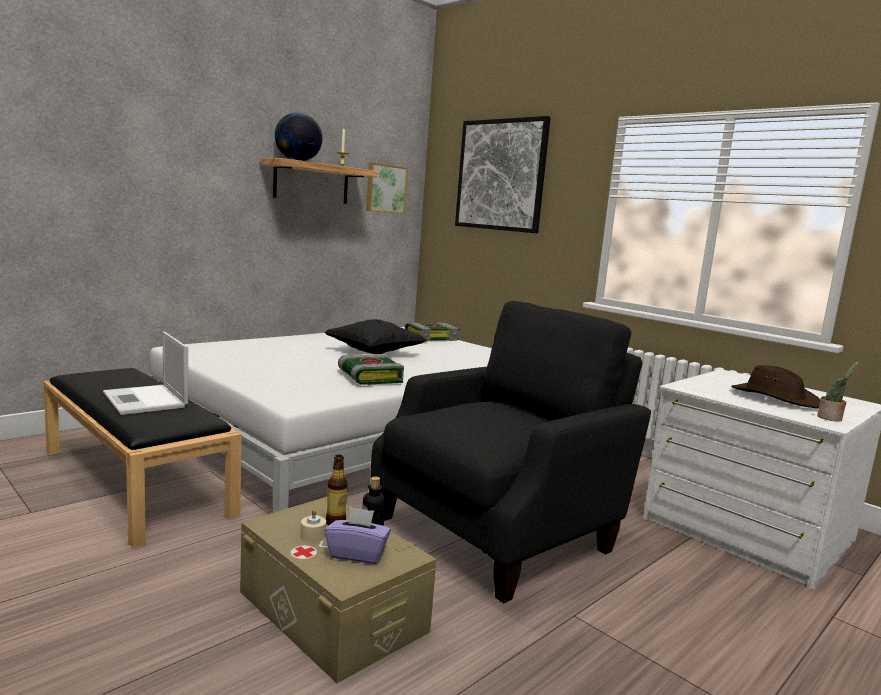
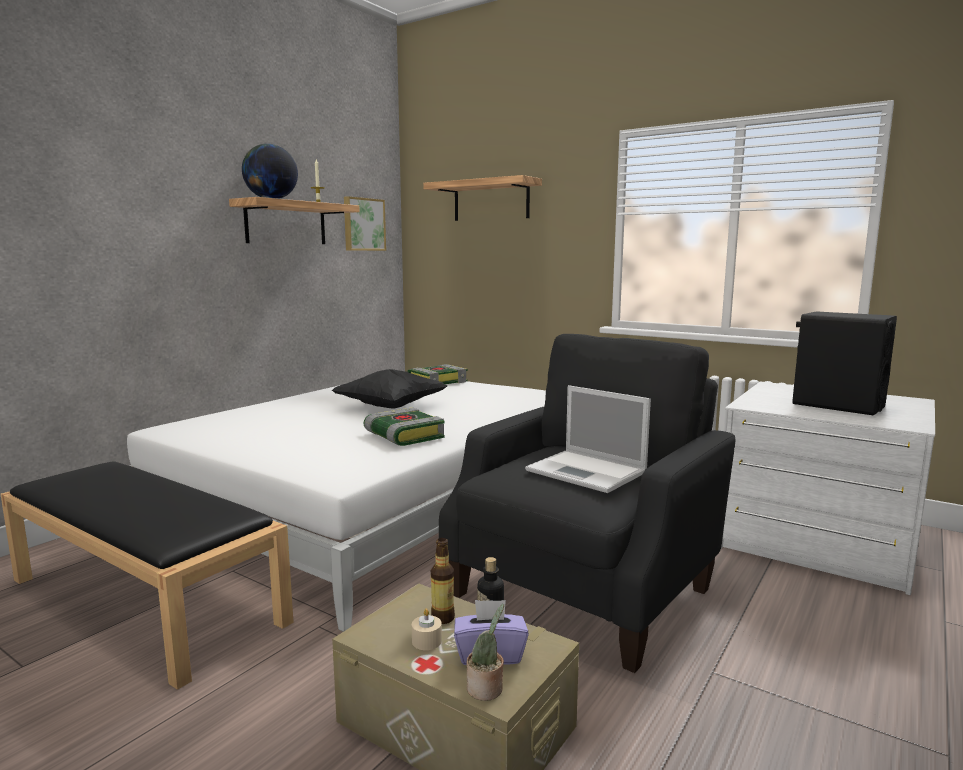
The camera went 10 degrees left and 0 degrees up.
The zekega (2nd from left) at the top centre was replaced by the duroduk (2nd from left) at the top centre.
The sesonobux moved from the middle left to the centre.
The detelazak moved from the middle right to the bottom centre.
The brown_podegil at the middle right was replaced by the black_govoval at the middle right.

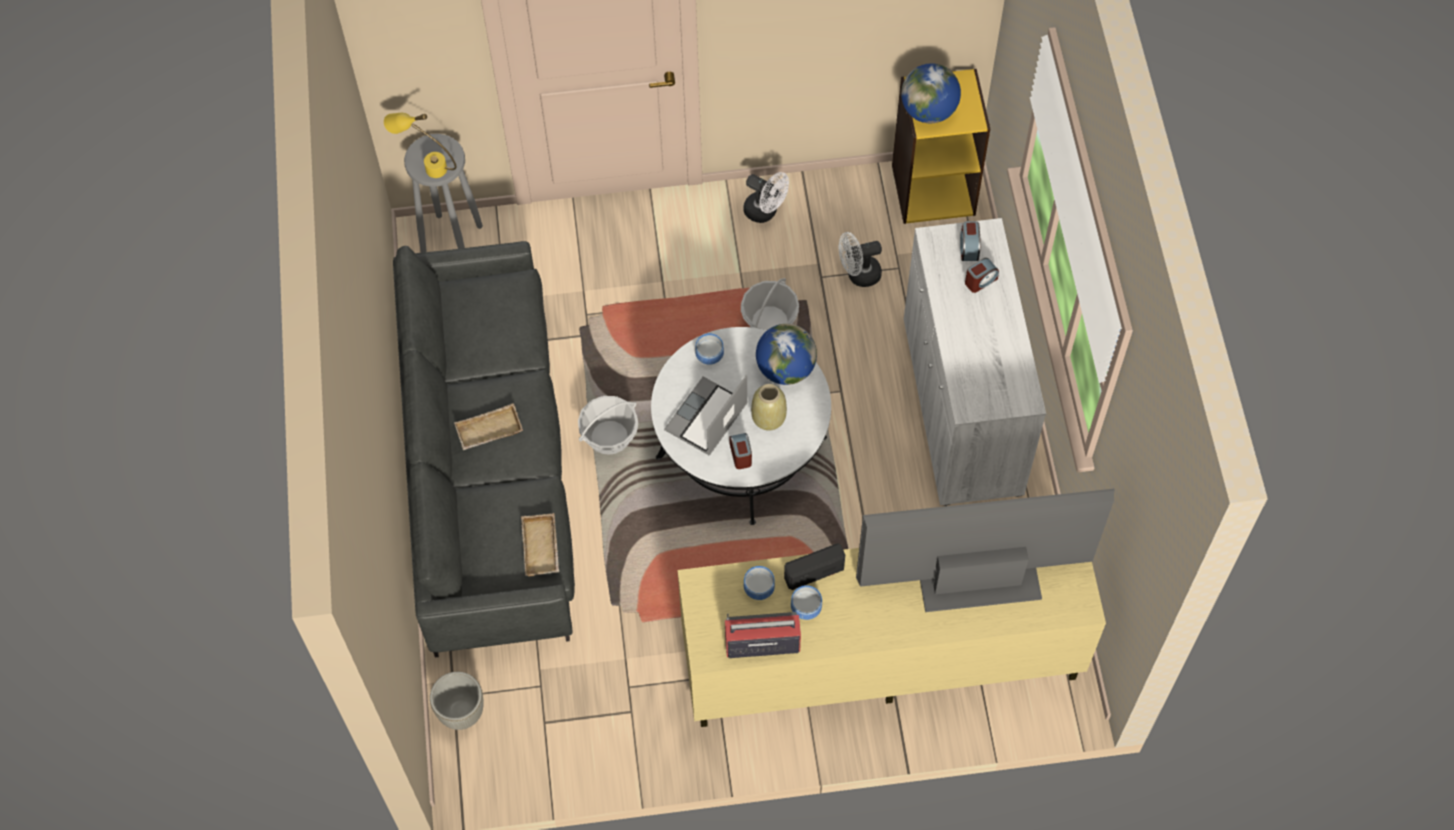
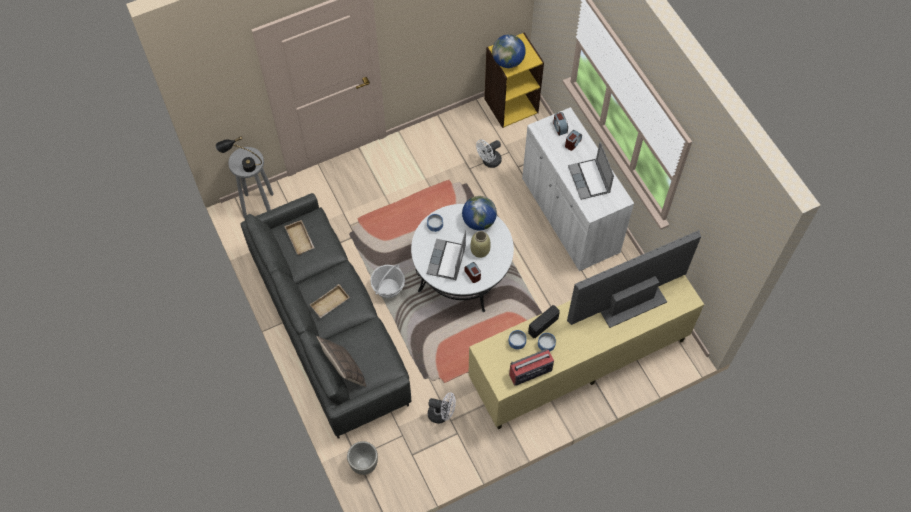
The camera went 20 degrees left and 0 degrees up.
The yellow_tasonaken at the top left became the black_tasonaken at the top left.
The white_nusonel (1st from left) moved from the top centre to the bottom centre.
The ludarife (2nd from left) at the centre disappeared.
The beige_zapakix (2nd from left in the first image) moved from the centre to the middle left.
The sesonobux (2nd from left) at the centre appeared.
The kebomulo at the bottom centre appeared.

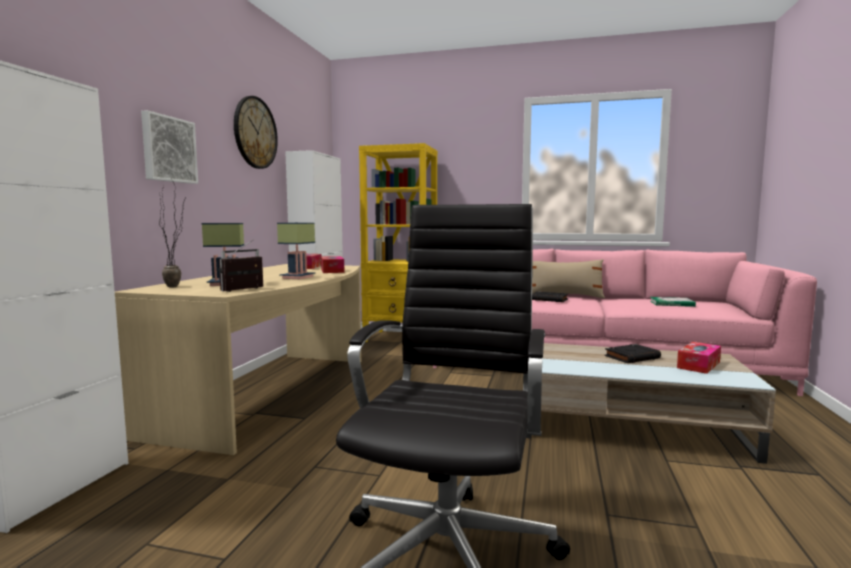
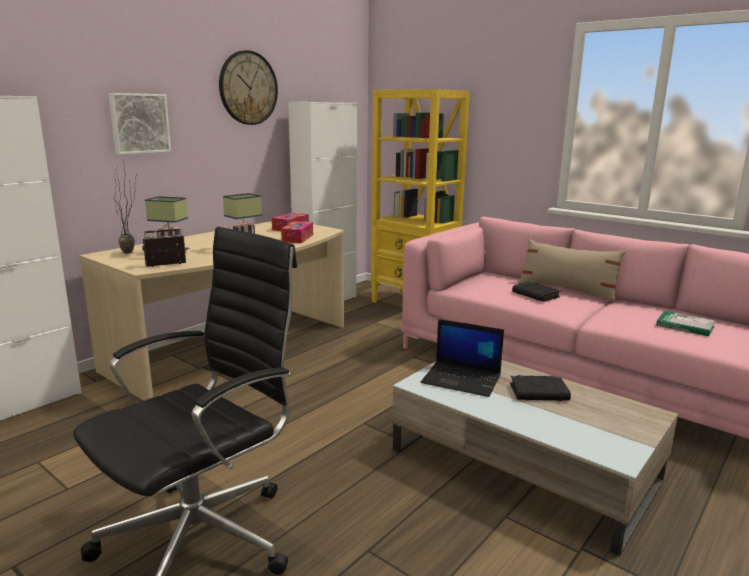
The camera went 25 degrees right and 10 degrees up.
The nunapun (3rd from left) at the middle right disappeared.
The sesonobux at the centre appeared.

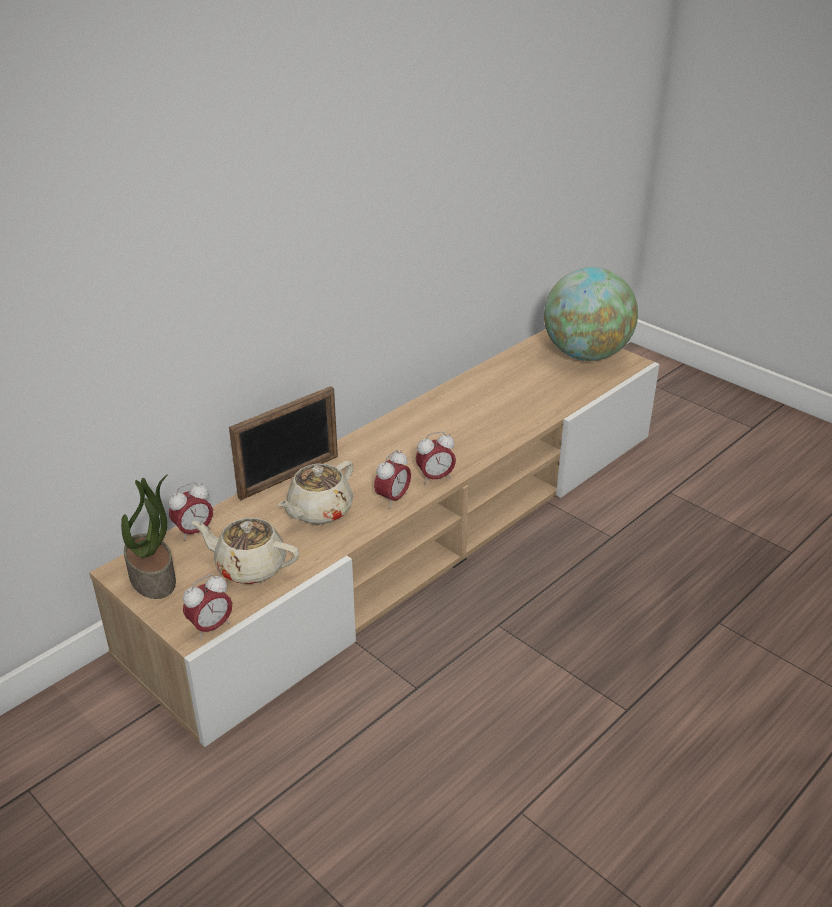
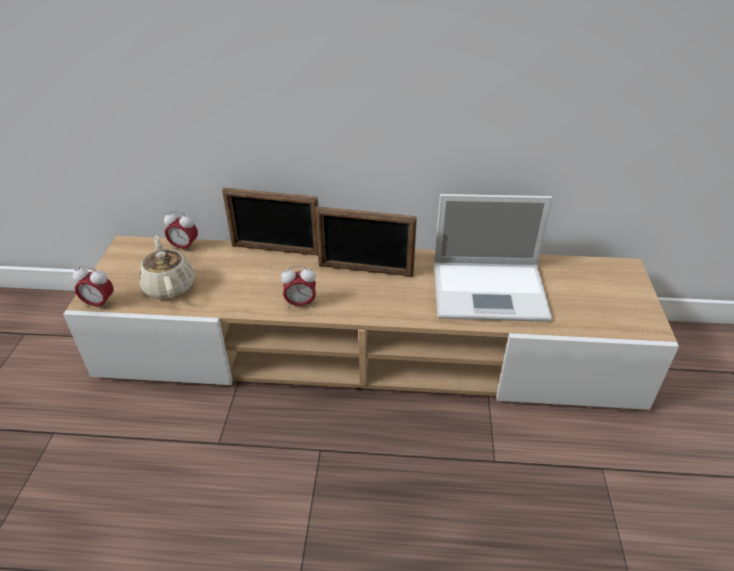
The camera went 50 degrees right and 5 degrees up.
The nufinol at the middle right disappeared.
The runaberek (4th from left) at the centre disappeared.
The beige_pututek (2nd from left) at the centre disappeared.
The detelazak at the middle left disappeared.
The sesonobux at the middle right appeared.
The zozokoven (2nd from left) at the centre appeared.

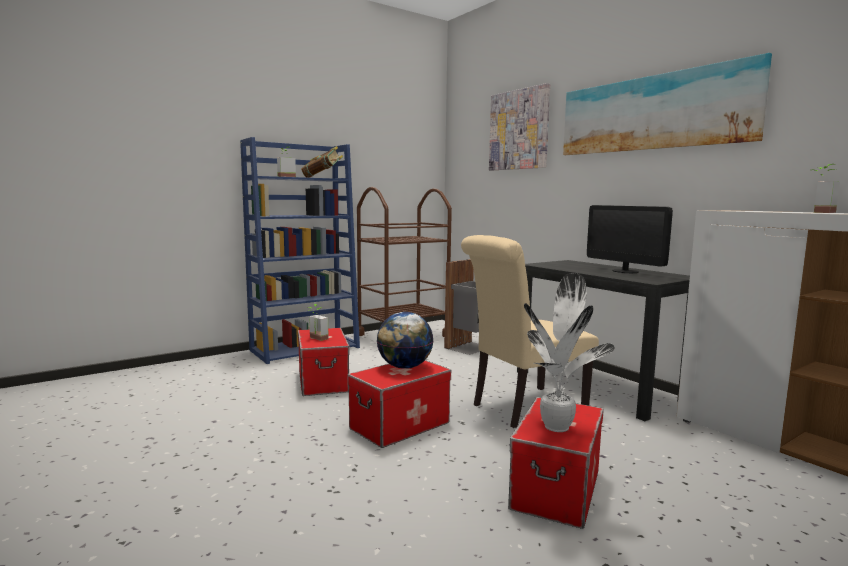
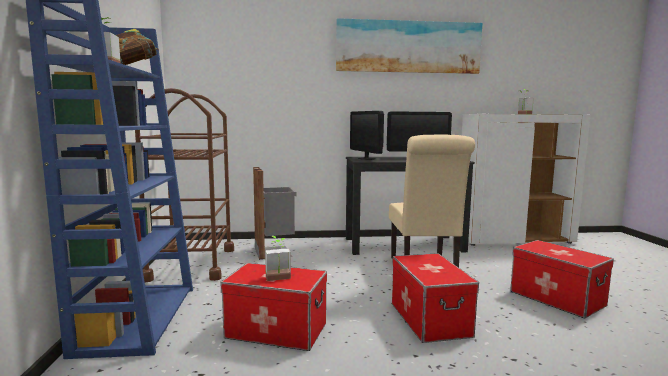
The camera went 60 degrees left and 0 degrees up.
The zekega (1st from left) at the top centre disappeared.
The detelazak (3rd from left) at the middle right disappeared.
The nufinol at the centre disappeared.
The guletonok (1st from left) at the centre appeared.

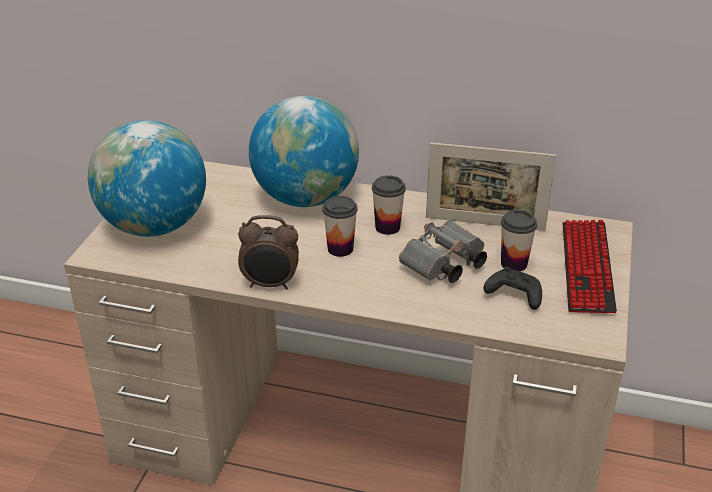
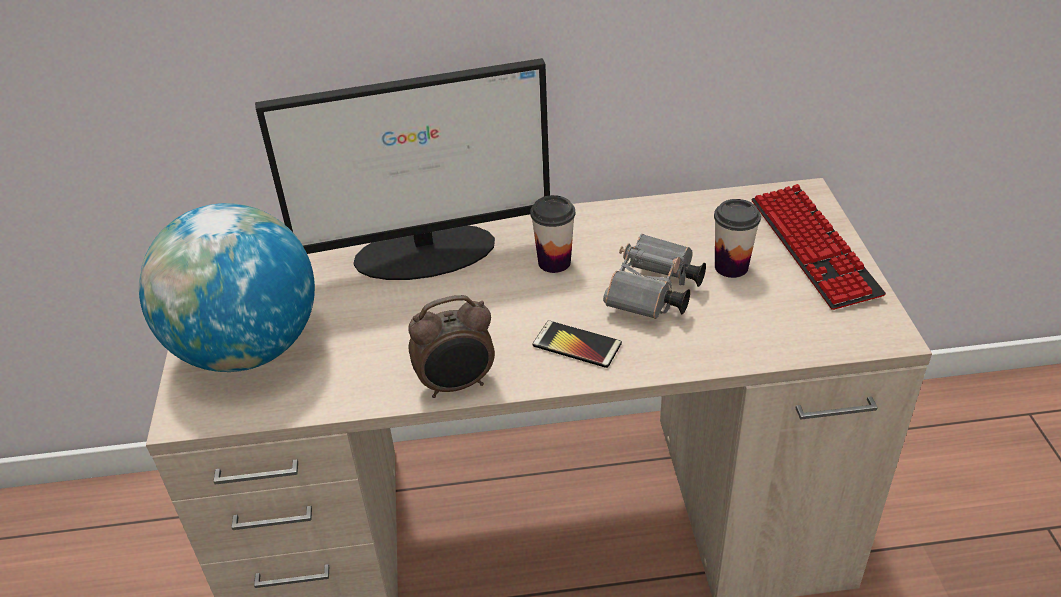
The camera went 20 degrees left and 5 degrees up.
The nufinol (2nd from left) at the top centre was replaced by the guletonok at the top centre.
The zozokoven at the middle right disappeared.
The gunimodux (1st from left) at the centre disappeared.
The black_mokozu at the middle right disappeared.
The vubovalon at the centre appeared.

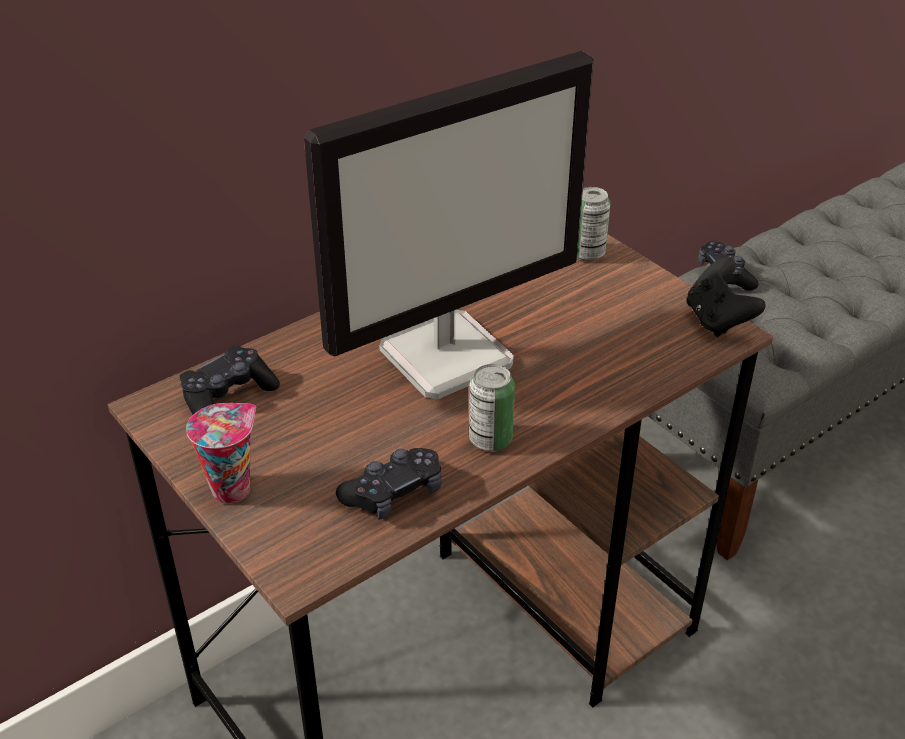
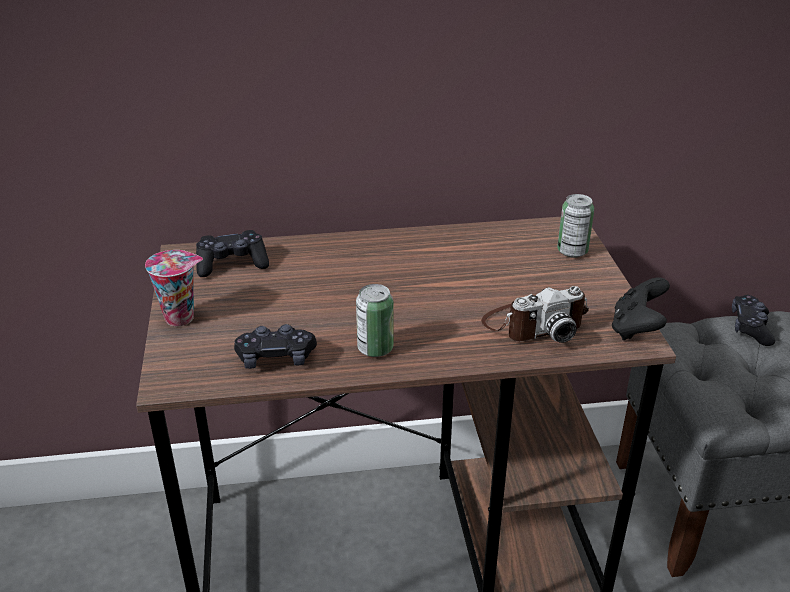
The camera went 30 degrees right and 5 degrees down.
The guletonok at the top centre disappeared.
The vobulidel at the middle right appeared.

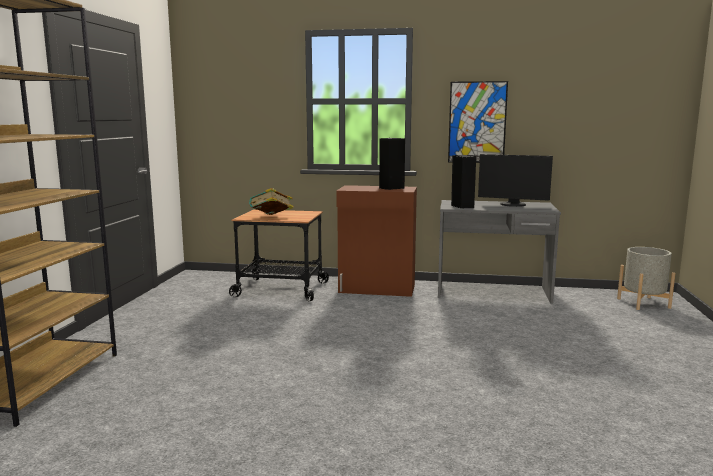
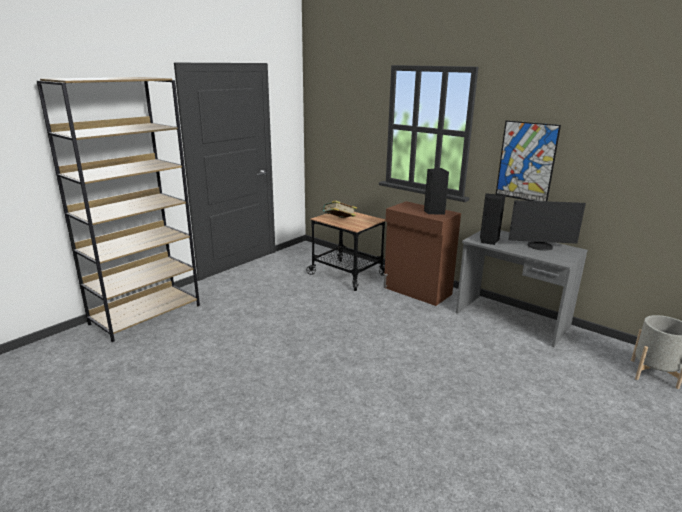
The camera went 30 degrees right and 10 degrees up.
The guletonok at the middle right turned 45 degrees counterclockwise.

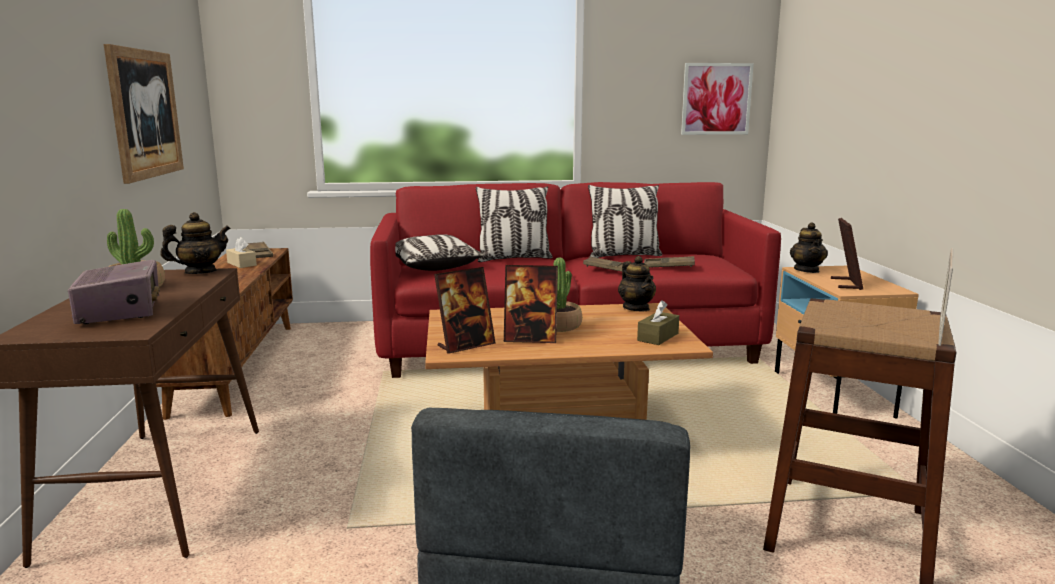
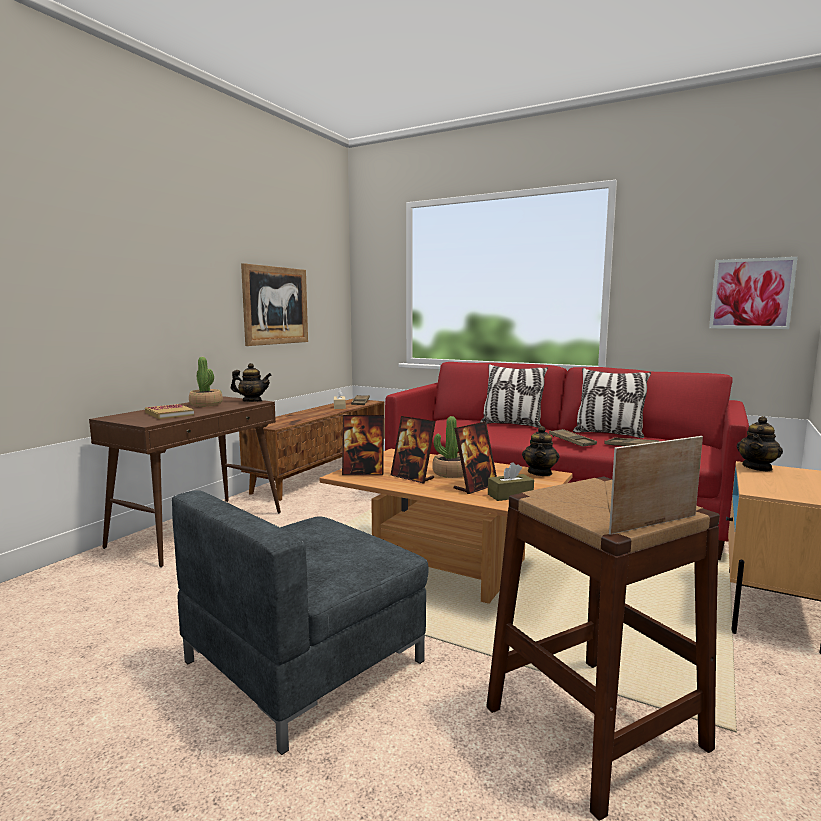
The camera went 35 degrees right and 5 degrees down.
The zozokoven (3rd from left) moved from the middle right to the centre.
The kebomulo (1st from left) at the centre disappeared.
The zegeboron at the middle left was replaced by the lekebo at the middle left.

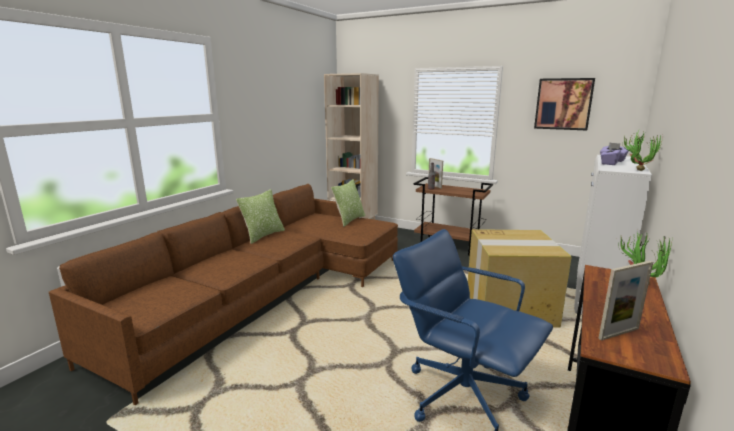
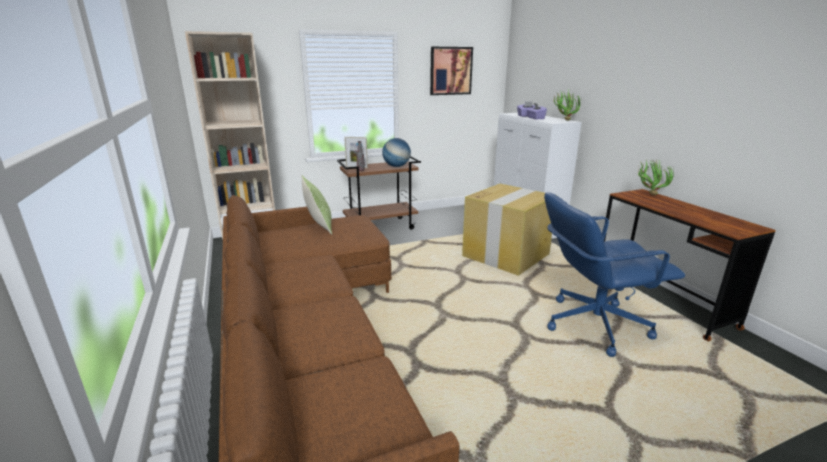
The camera went 50 degrees left and 5 degrees up.
The kebomulo (1st from left) at the centre disappeared.
The zozokoven (2nd from left) at the bottom right disappeared.
The nufinol at the top centre appeared.

